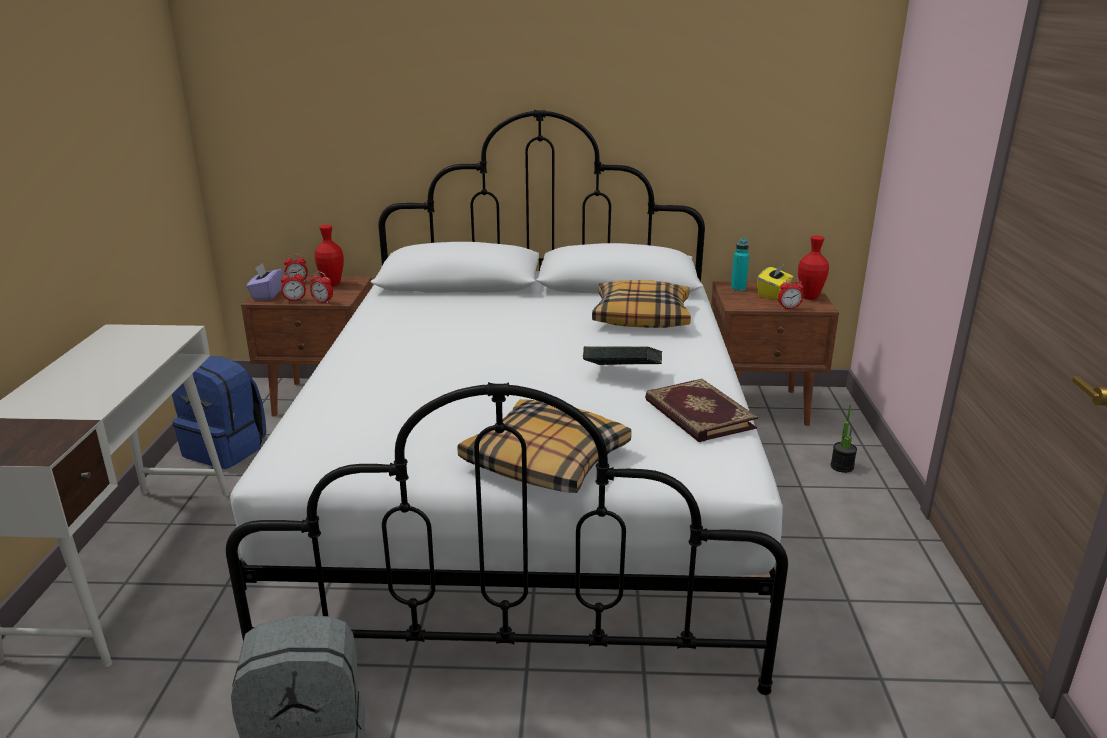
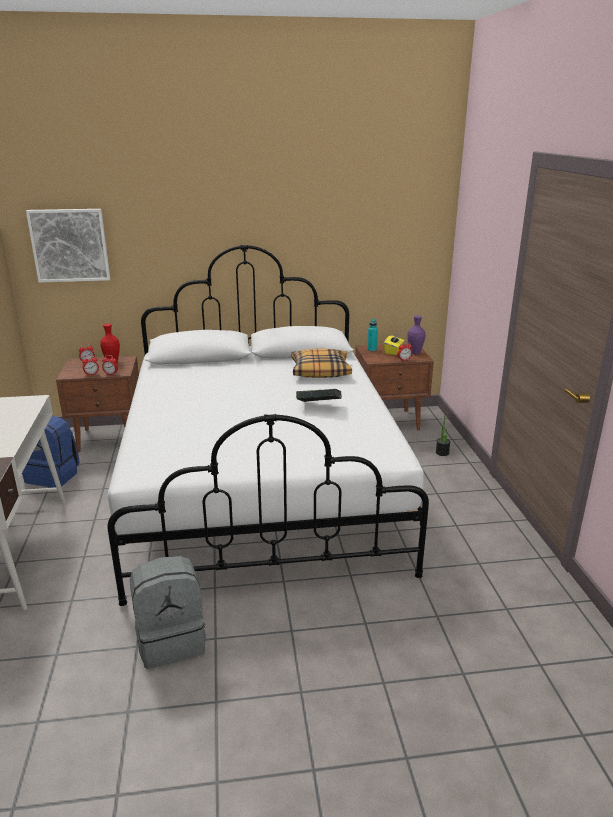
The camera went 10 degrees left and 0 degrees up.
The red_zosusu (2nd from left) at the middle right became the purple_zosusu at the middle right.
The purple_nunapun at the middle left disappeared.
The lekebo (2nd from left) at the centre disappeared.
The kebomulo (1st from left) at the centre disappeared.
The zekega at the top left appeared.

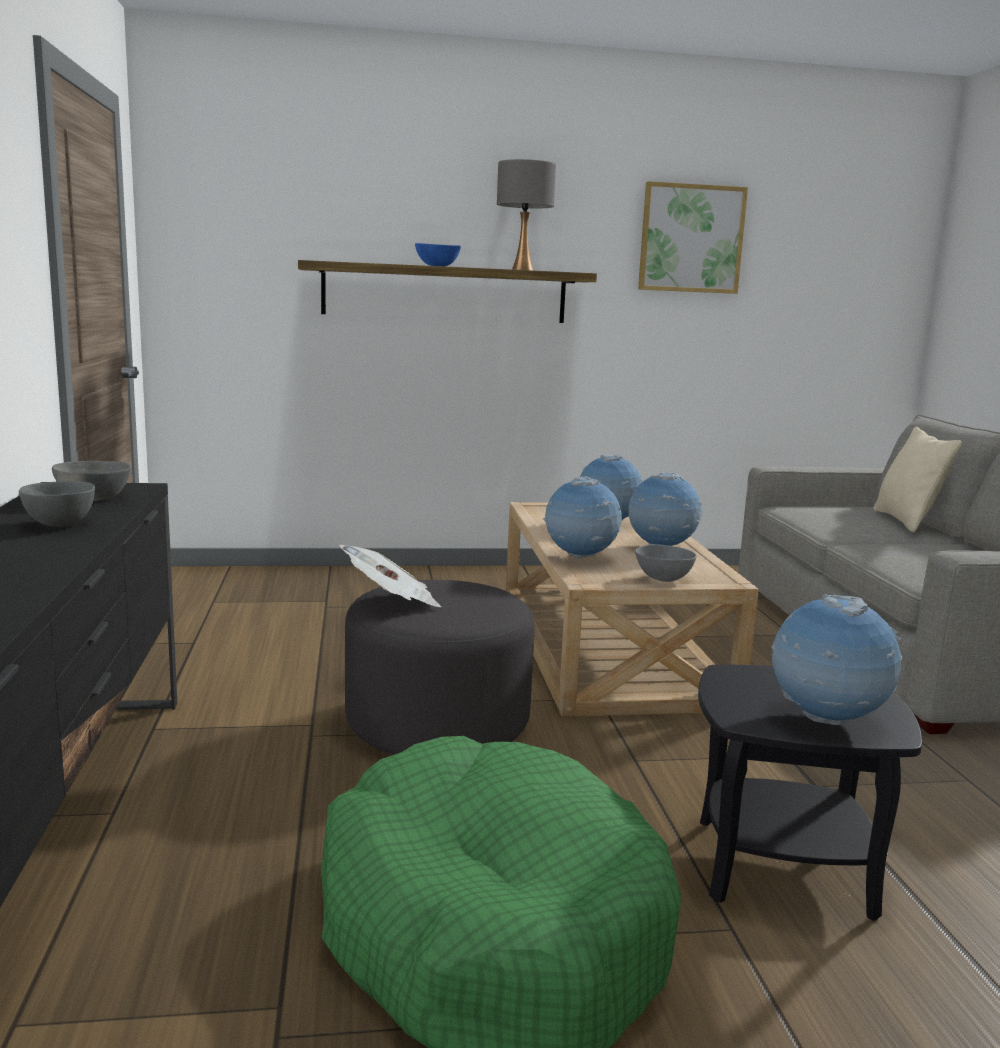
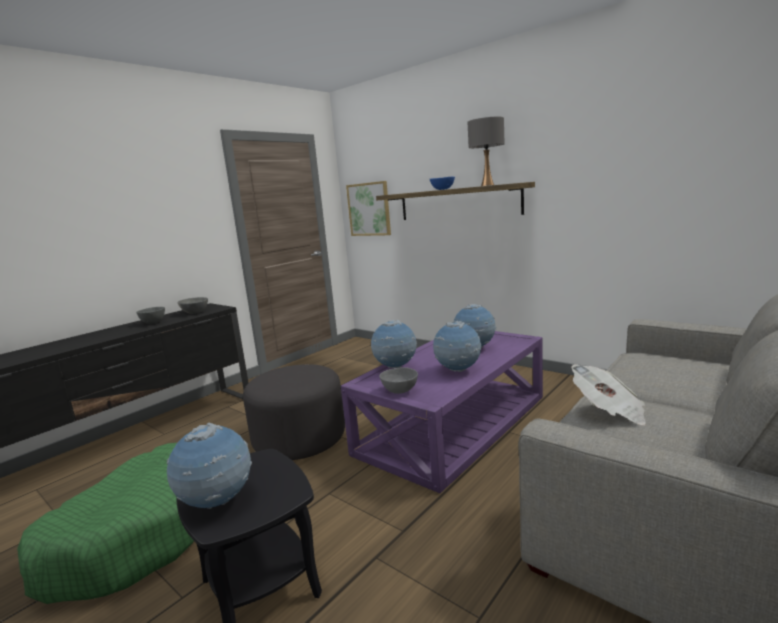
The camera went 50 degrees right and 0 degrees up.
The zekega moved from the top right to the centre.
The beige_kebomulo at the middle right disappeared.
The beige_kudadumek at the centre became the purple_kudadumek at the centre.
The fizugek moved from the centre to the middle right.

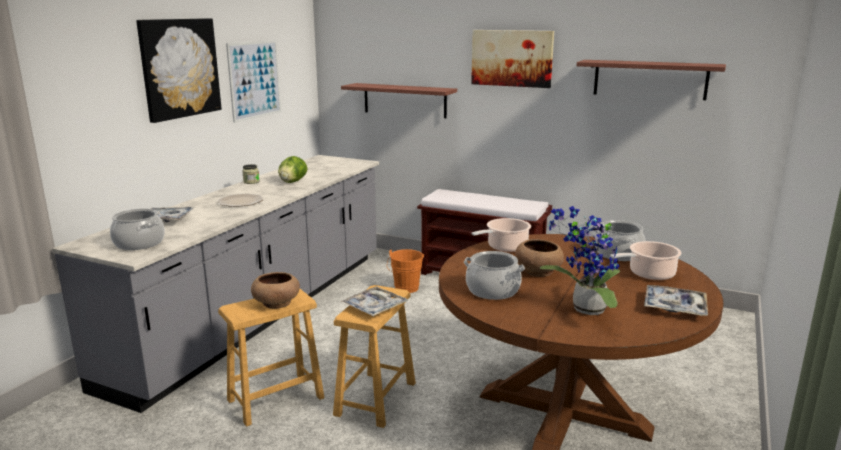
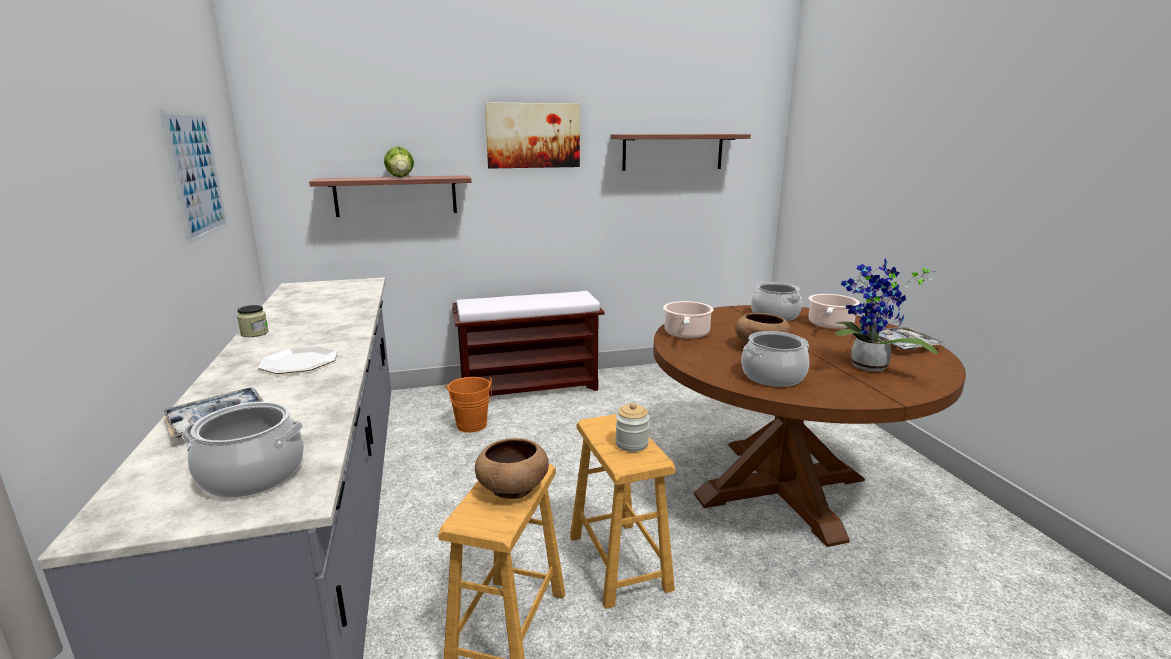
The camera went 40 degrees left and 0 degrees up.
The zekega (1st from left) at the top left disappeared.
The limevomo moved from the centre to the top centre.
The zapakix (2nd from left) at the bottom centre was replaced by the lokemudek (2nd from left) at the centre.

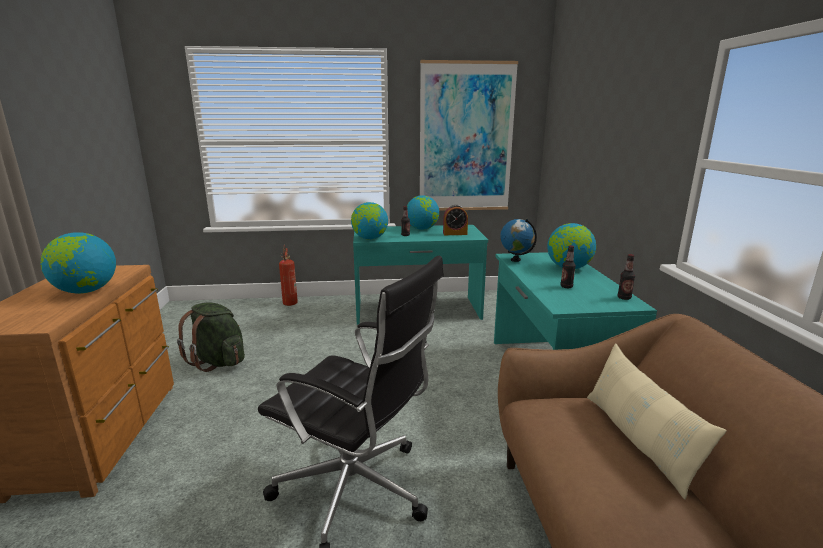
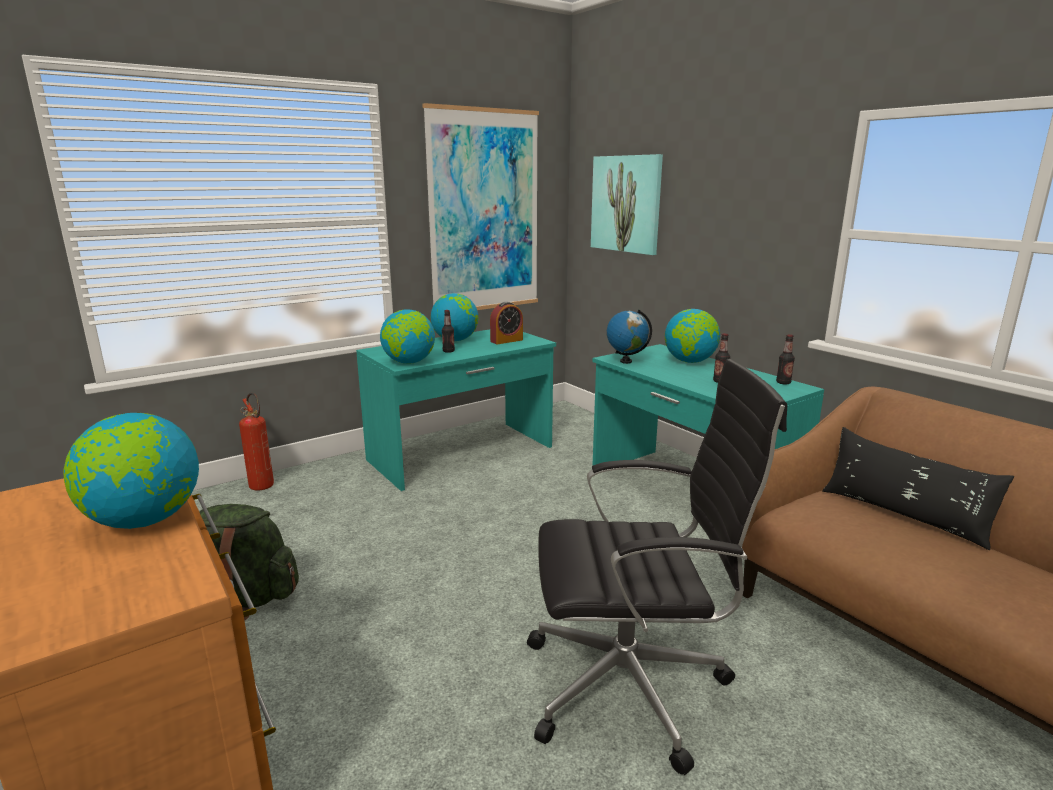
The camera went 30 degrees left and 0 degrees up.
The beige_kebomulo at the bottom right became the black_kebomulo at the middle right.
The zekega (2nd from left) at the top centre appeared.

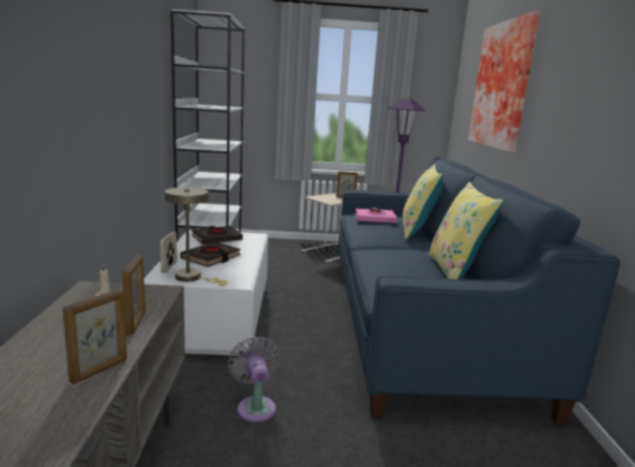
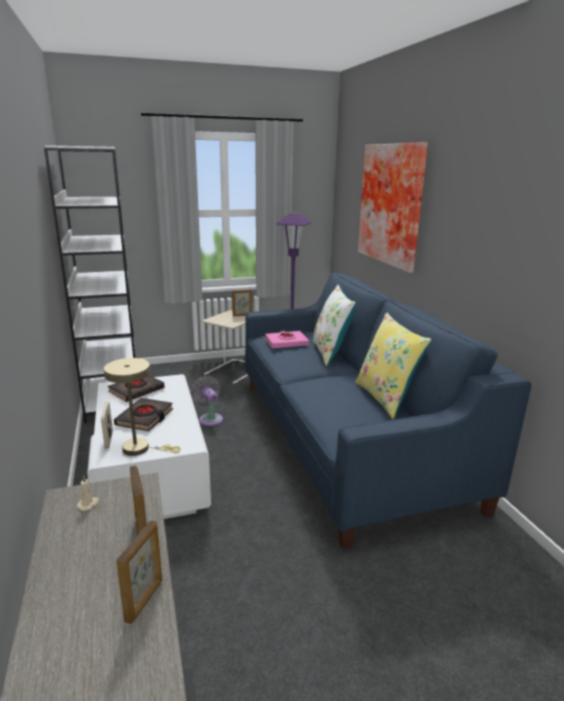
The camera went 15 degrees left and 5 degrees up.
The yellow_kebomulo (1st from left) at the centre became the white_kebomulo at the centre.
The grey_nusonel moved from the bottom centre to the centre.

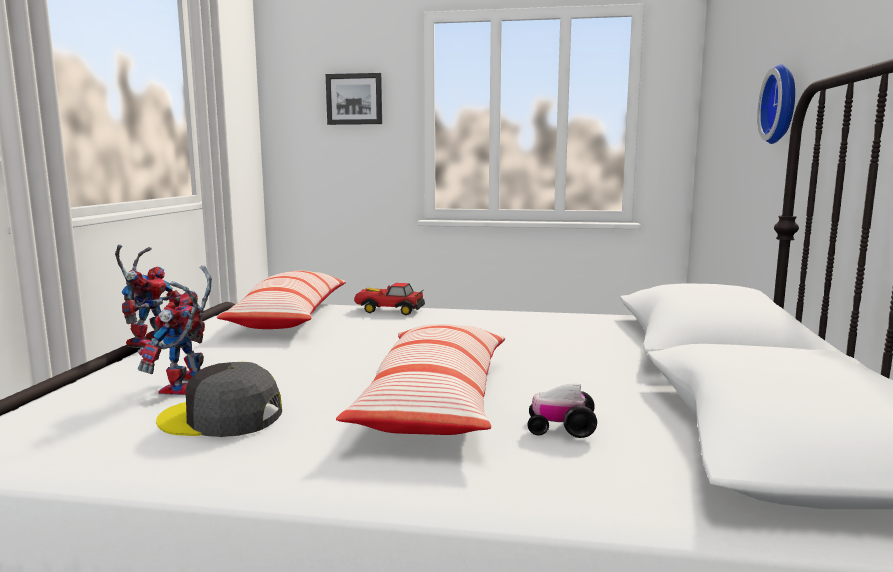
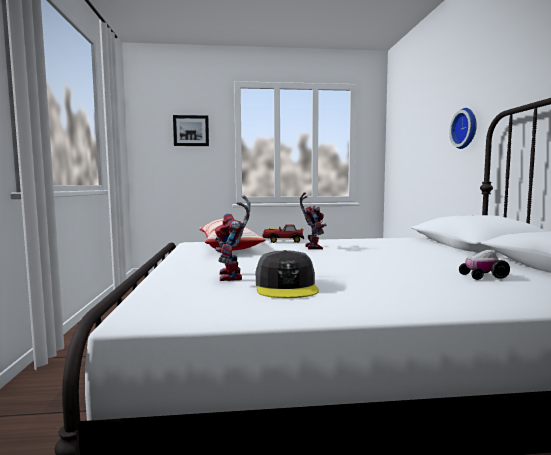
The camera went 15 degrees left and 5 degrees down.
The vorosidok (1st from left in the first image) moved from the middle left to the centre.
The kebomulo (2nd from left) at the centre disappeared.
The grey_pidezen at the bottom left turned 90 degrees counterclockwise.

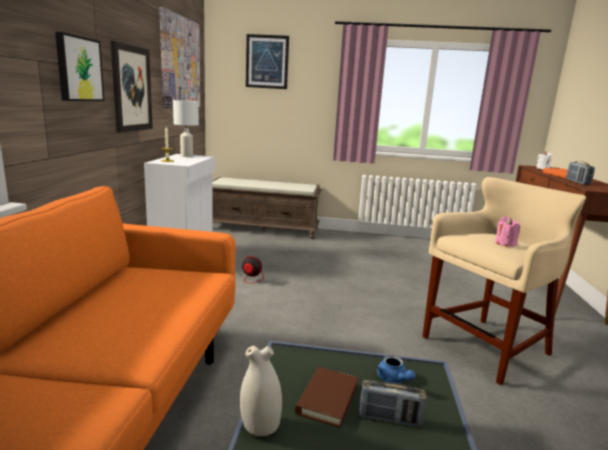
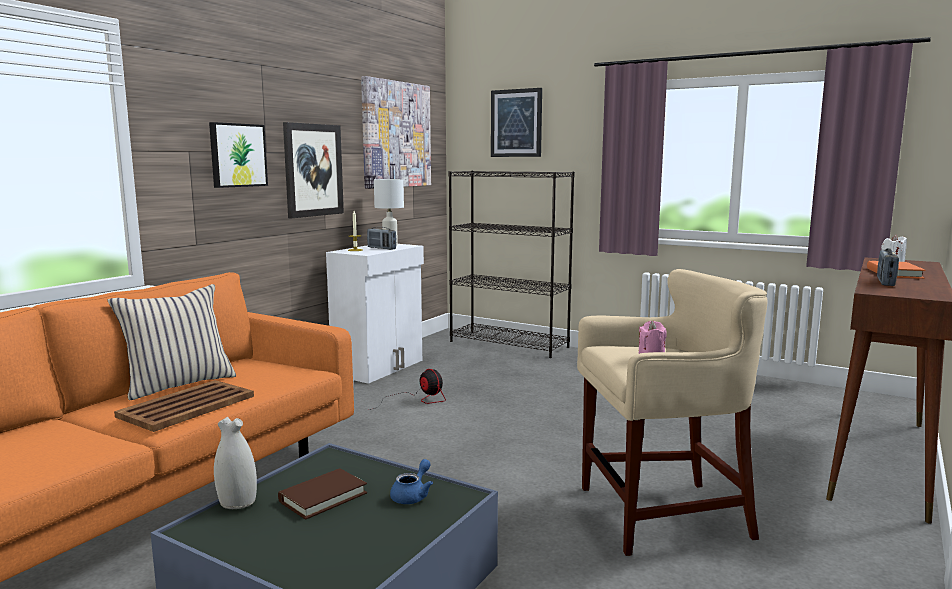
The camera went 25 degrees right and 5 degrees down.
The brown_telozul at the centre was replaced by the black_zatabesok at the centre.
The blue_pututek at the bottom centre turned 150 degrees counterclockwise.
The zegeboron (1st from left) moved from the bottom centre to the centre.
The beige_kebomulo at the middle left appeared.
The brown_zapakix at the bottom left appeared.

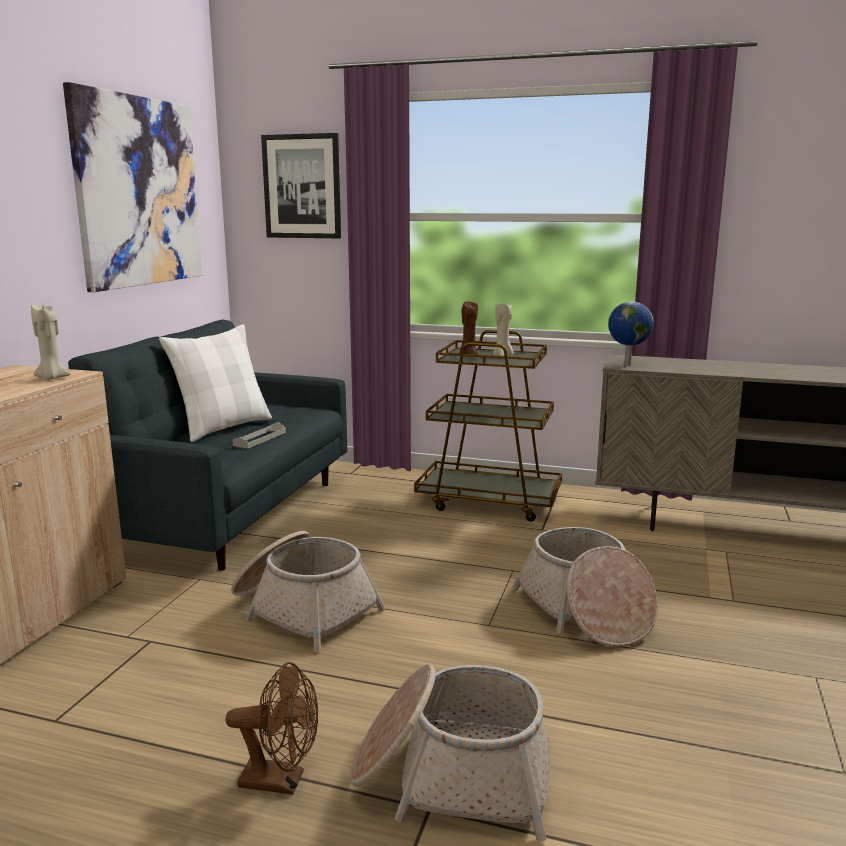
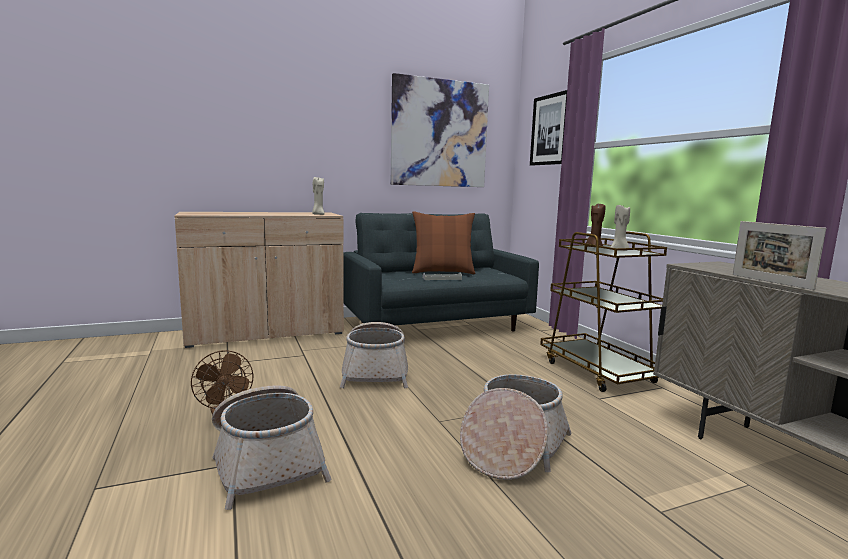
The camera went 50 degrees right and 5 degrees down.
The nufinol at the middle right disappeared.
The white_kebomulo at the middle left became the brown_kebomulo at the centre.
The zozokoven at the middle right appeared.

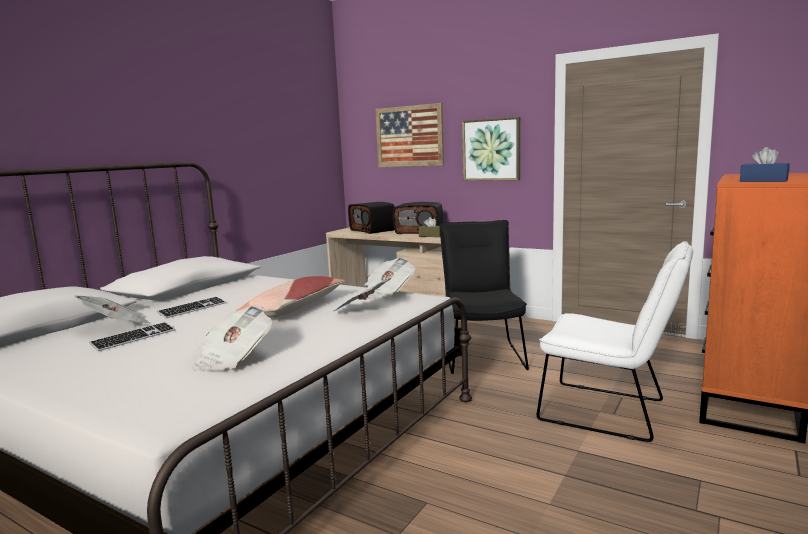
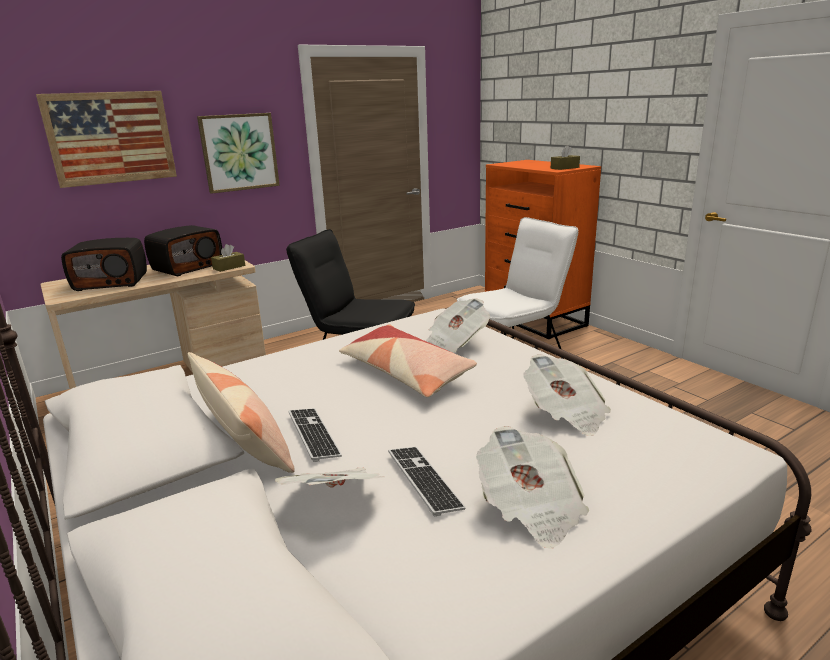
The camera went 65 degrees left and 10 degrees up.
The blue_nunapun at the top right became the brown_nunapun (2nd from left) at the top right.
The fizugek (4th from left in the first image) moved from the centre to the bottom centre.
The kebomulo (1st from left) at the middle left appeared.

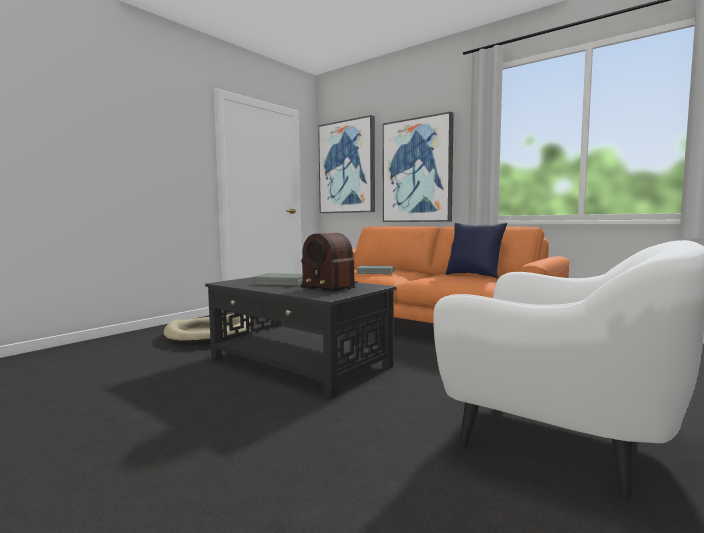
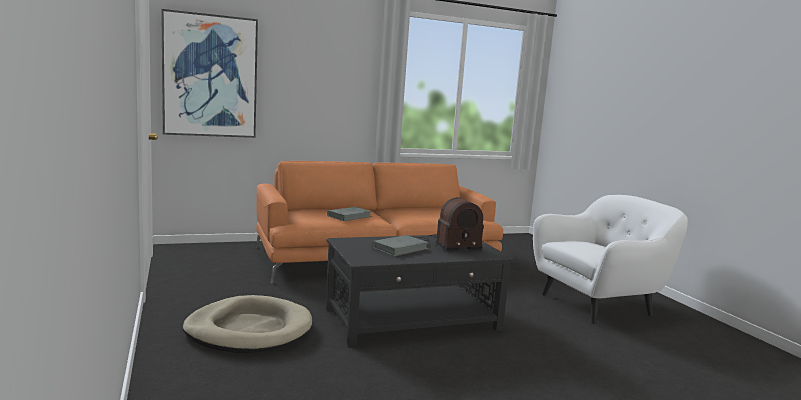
The camera went 60 degrees left and 5 degrees up.
The zekega (2nd from left) at the top centre disappeared.
The blue_kebomulo at the middle right disappeared.

